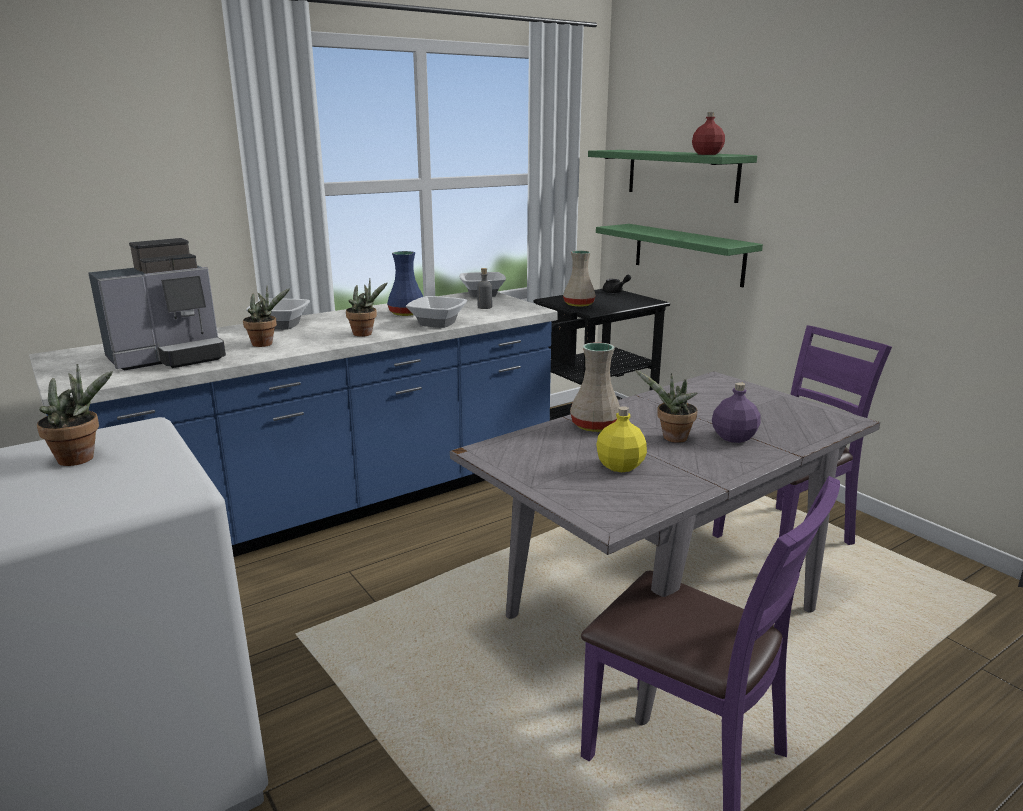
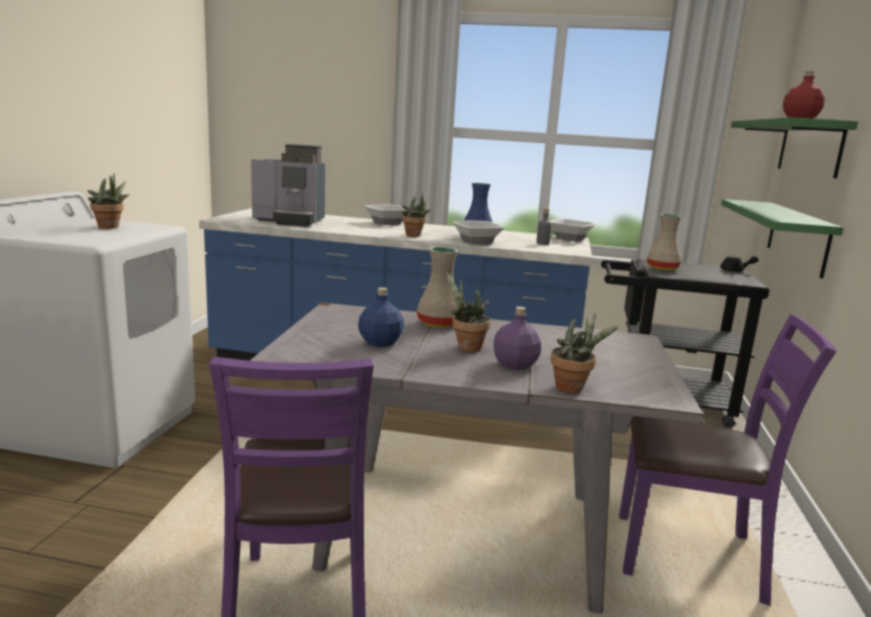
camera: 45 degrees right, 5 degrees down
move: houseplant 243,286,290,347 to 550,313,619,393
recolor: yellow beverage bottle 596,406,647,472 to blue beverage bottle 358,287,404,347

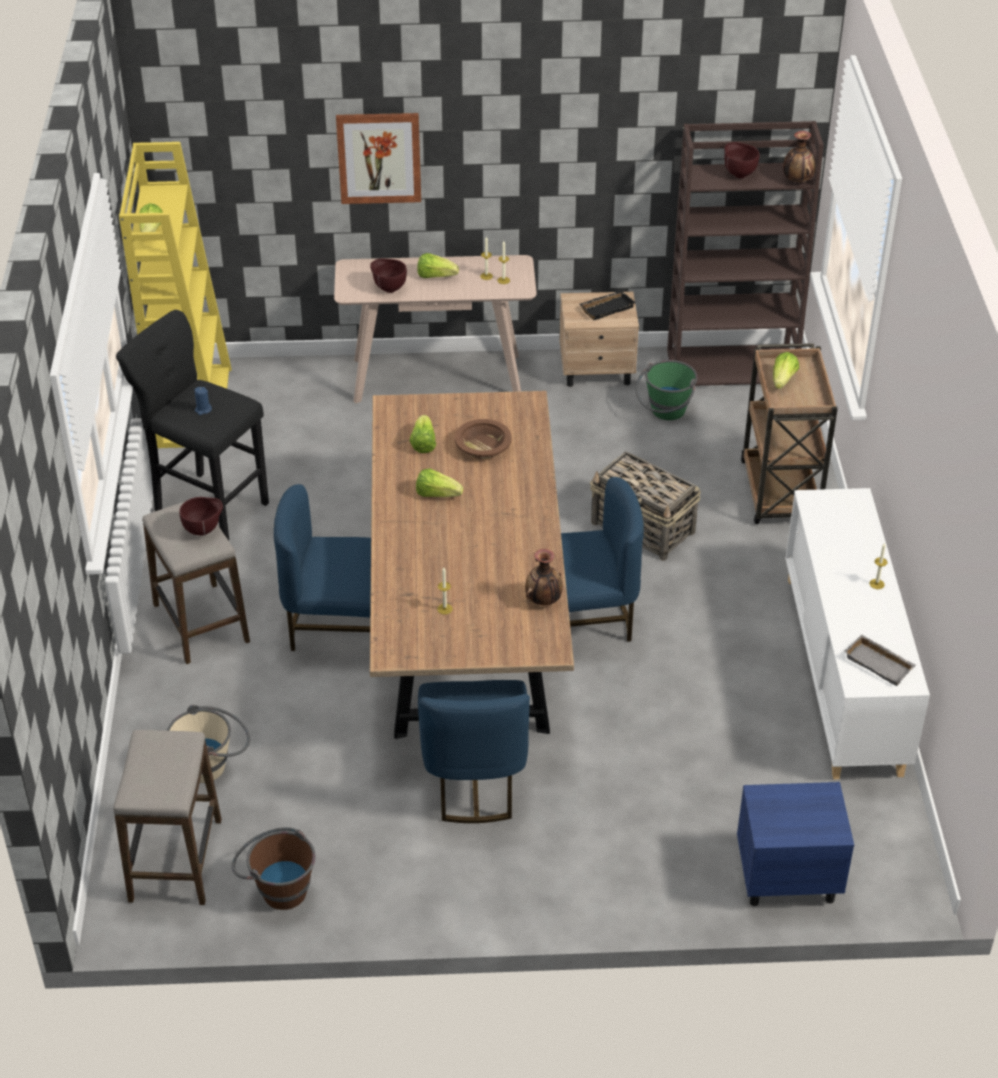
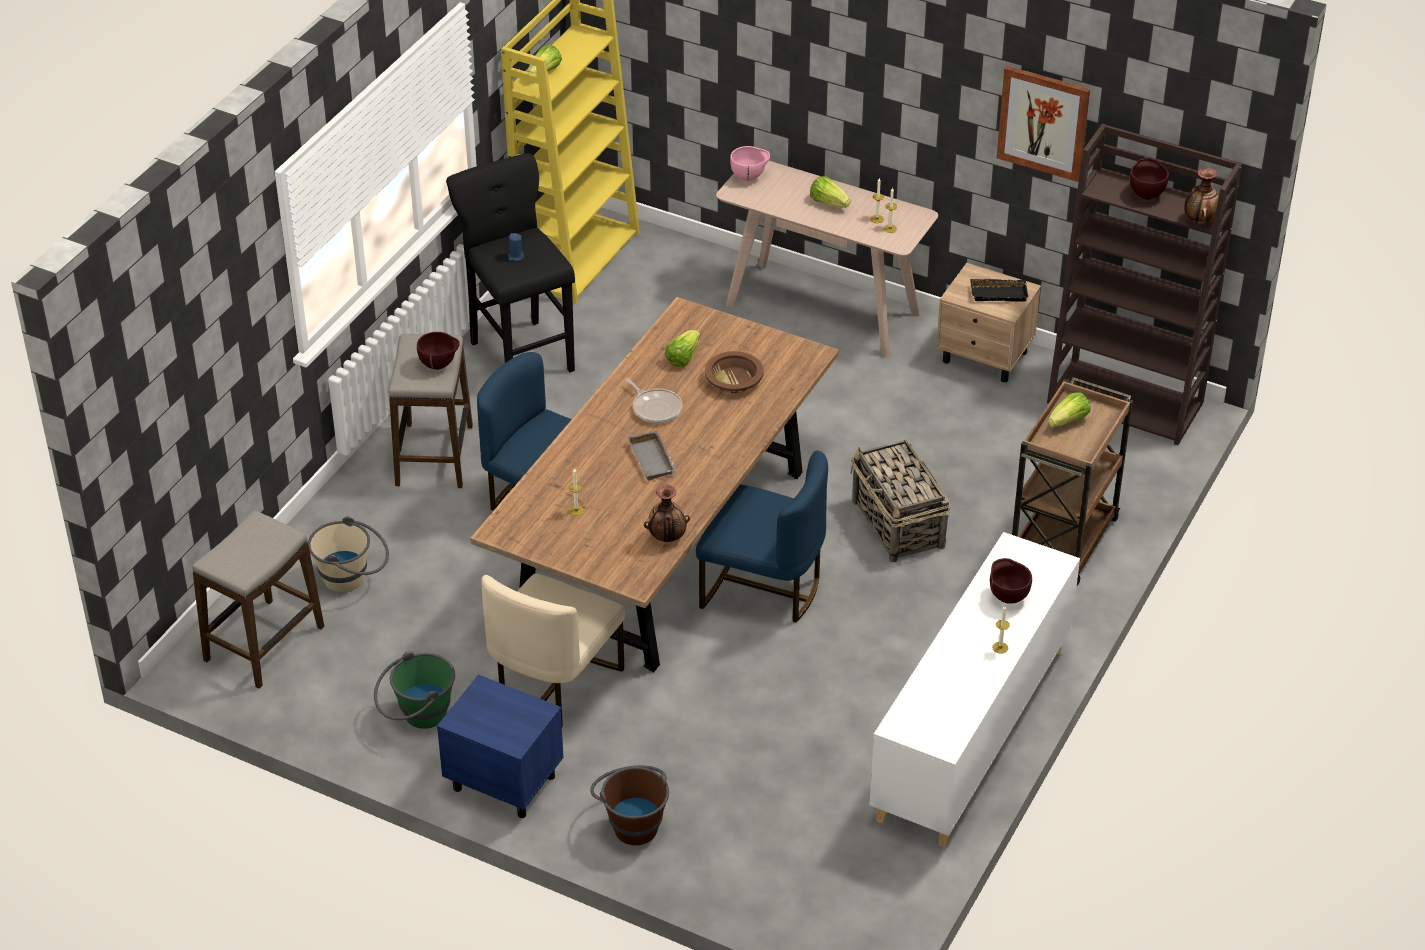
camera: 30 degrees right, 0 degrees up
insert: pink-coloured serving bowl 730,146,770,181
move: wall picture 336,113,421,204 to 997,66,1090,182; brownish serving bowl 370,259,407,293 to 990,558,1032,604; green-coloured water bucket 636,360,698,420 to 374,651,455,729; gray serving tray 844,634,916,686 to 627,431,677,481; blue nightstand 737,782,854,906 to 437,675,564,818; brownish water bucket 232,827,315,910 to 590,765,669,845
replace: lettuce 416,468,463,497 to frying pan 625,378,682,423
recolor: blue plain chair 418,680,530,823 to beige plain chair 481,574,625,727

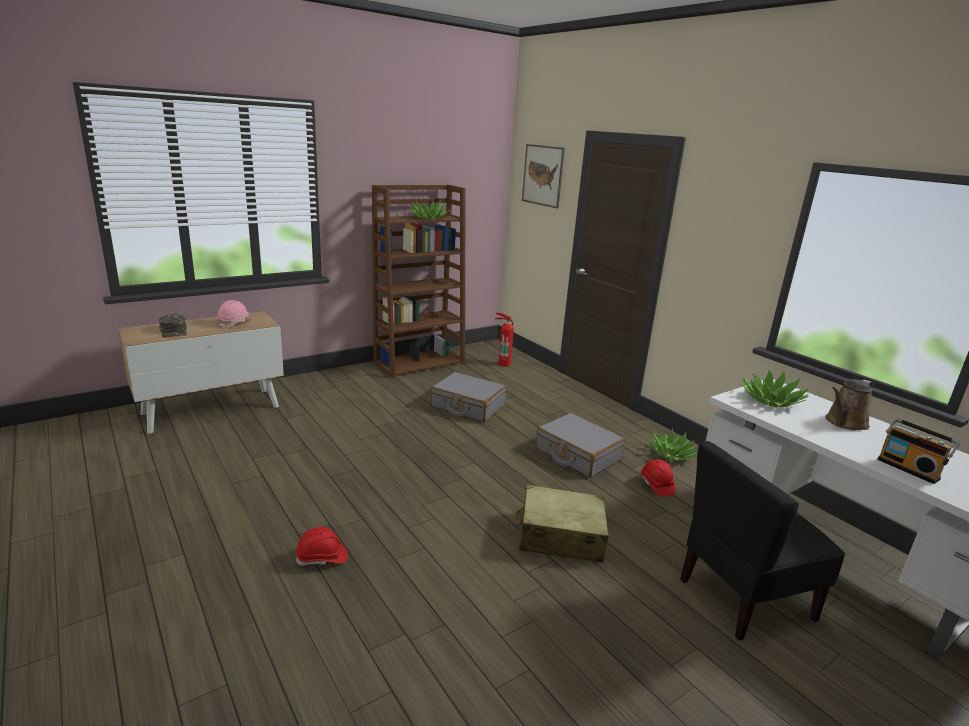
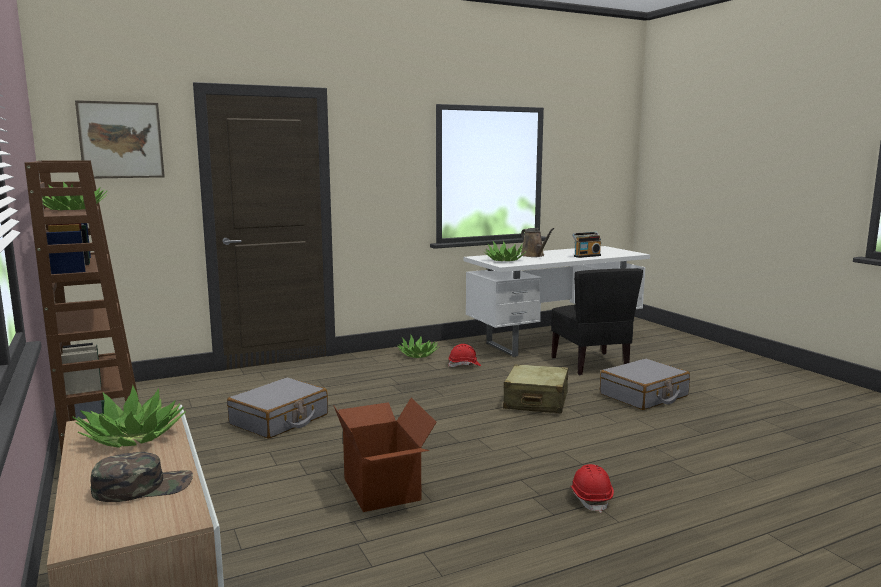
camera: 80 degrees left, 10 degrees down
delete: extinguisher 495,312,514,367
insert: cardboard box 333,397,437,512
move: gray travel case 536,413,625,478 to 600,359,690,410
replace: pink-coloured hard hat 217,300,253,328 to houseplant 72,385,186,448

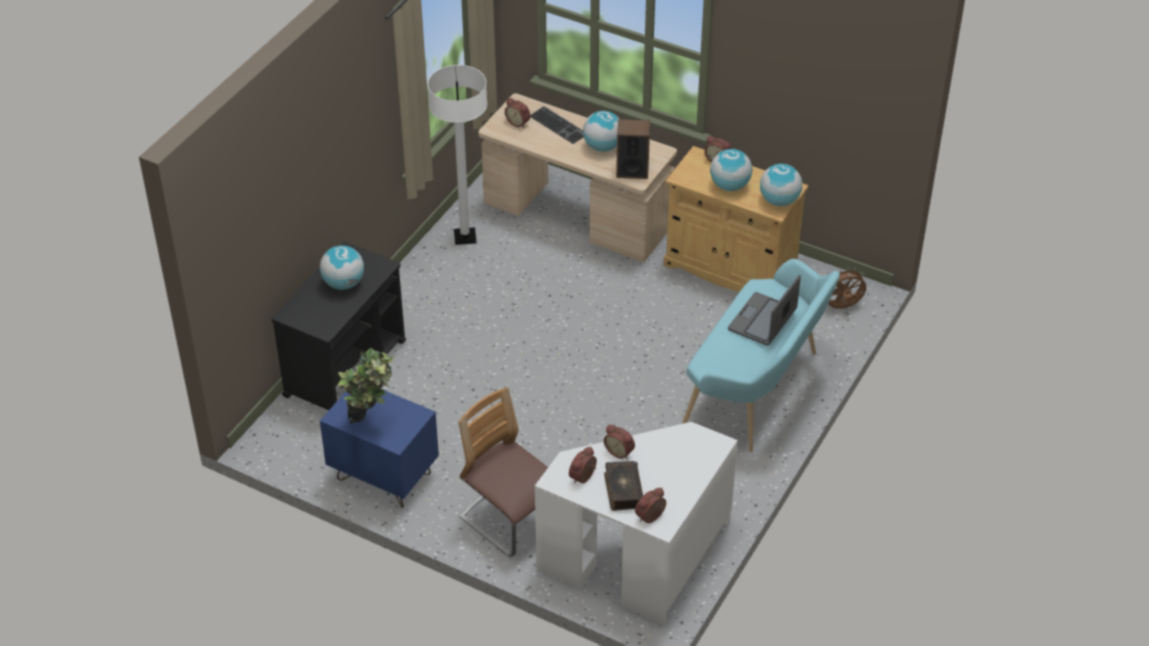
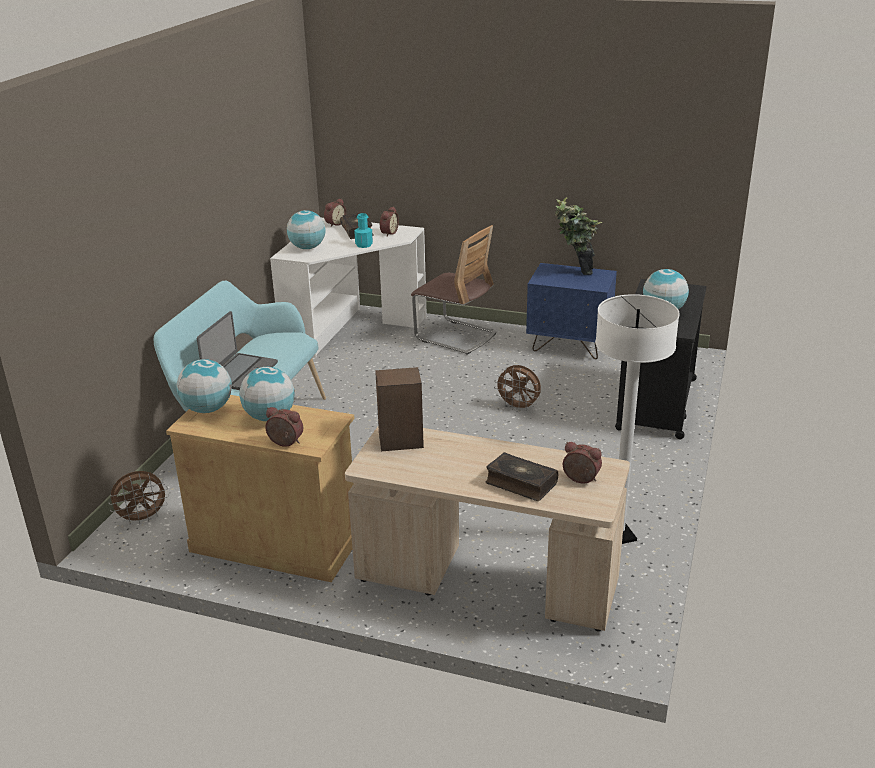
camera: 170 degrees right, 15 degrees down
insert: brownish cooling fan 494,365,541,411
move: world globe 583,111,619,152 to 287,210,325,249
replace: PC keyboard 530,106,583,144 to bound book 486,452,558,501; table clock 604,425,635,459 to turquoise beverage bottle 354,213,373,248

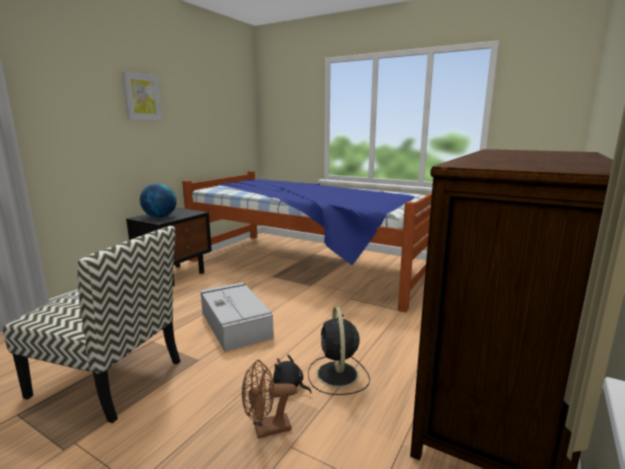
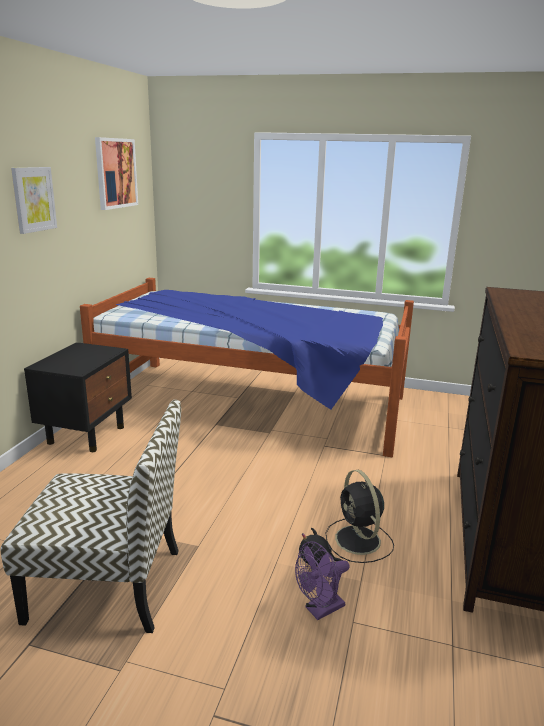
camera: 15 degrees left, 5 degrees up
delete: world globe 140,183,177,218; gray storage container 200,282,274,352
insert: wall picture 95,137,138,210
recolor: brownish cooling fan 242,359,296,439 to purple-coloured cooling fan 295,541,350,620

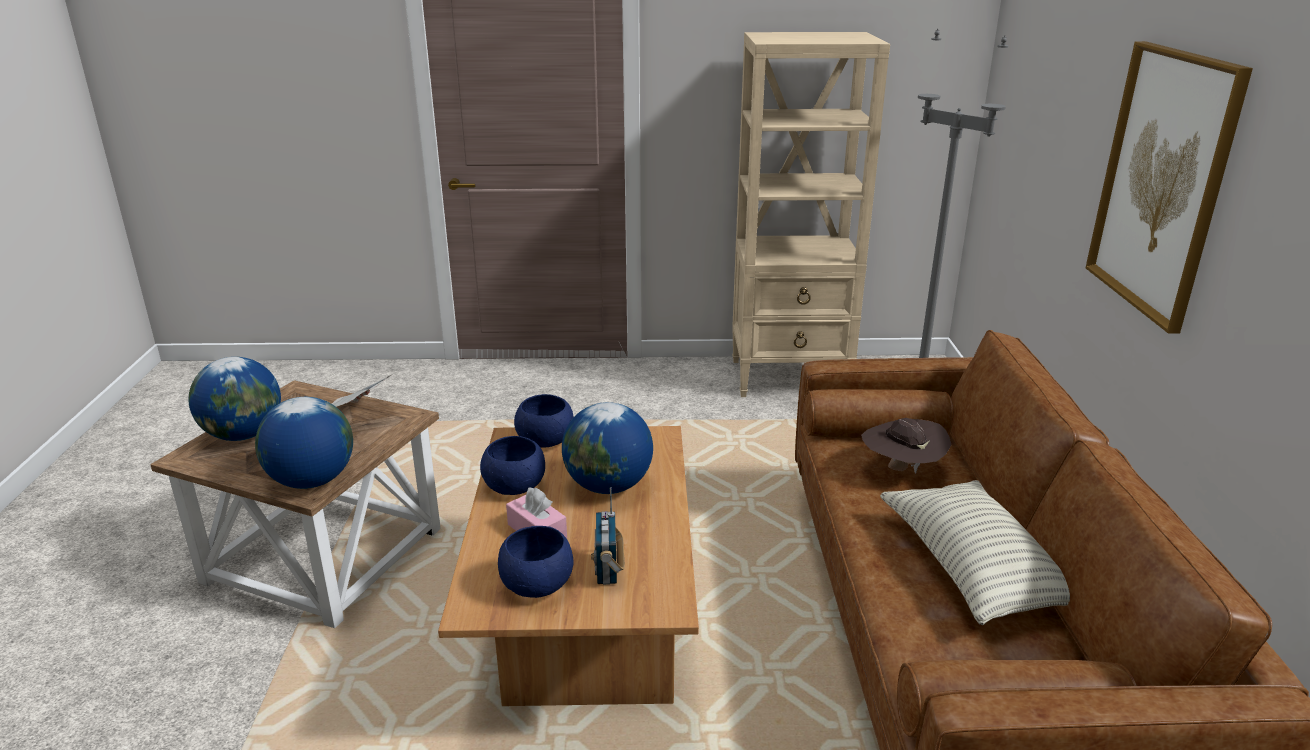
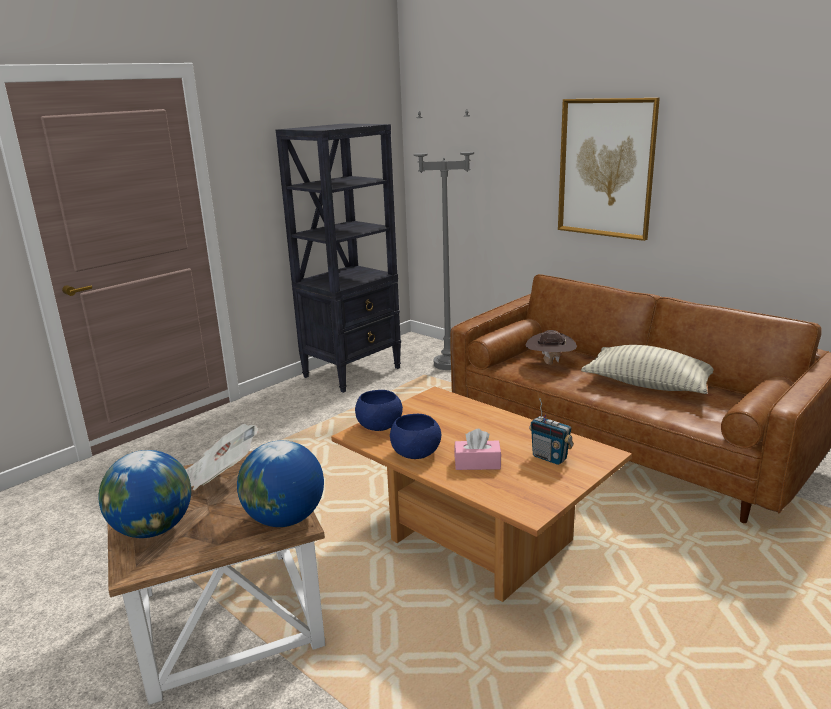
camera: 45 degrees left, 5 degrees down
delete: world globe 562,402,653,494; blue serving bowl 498,526,573,598
recolor: beige bookcase 732,32,890,397 to black bookcase 276,123,401,393

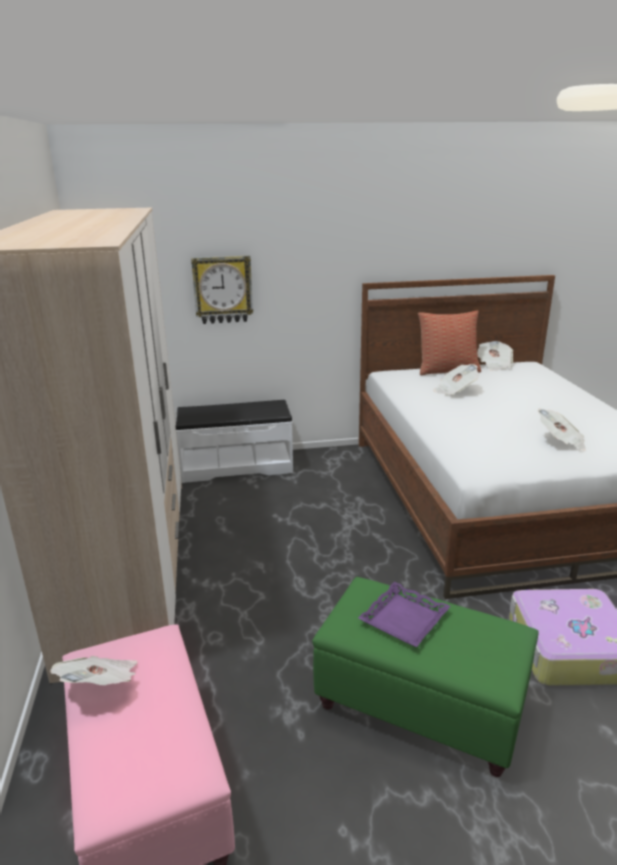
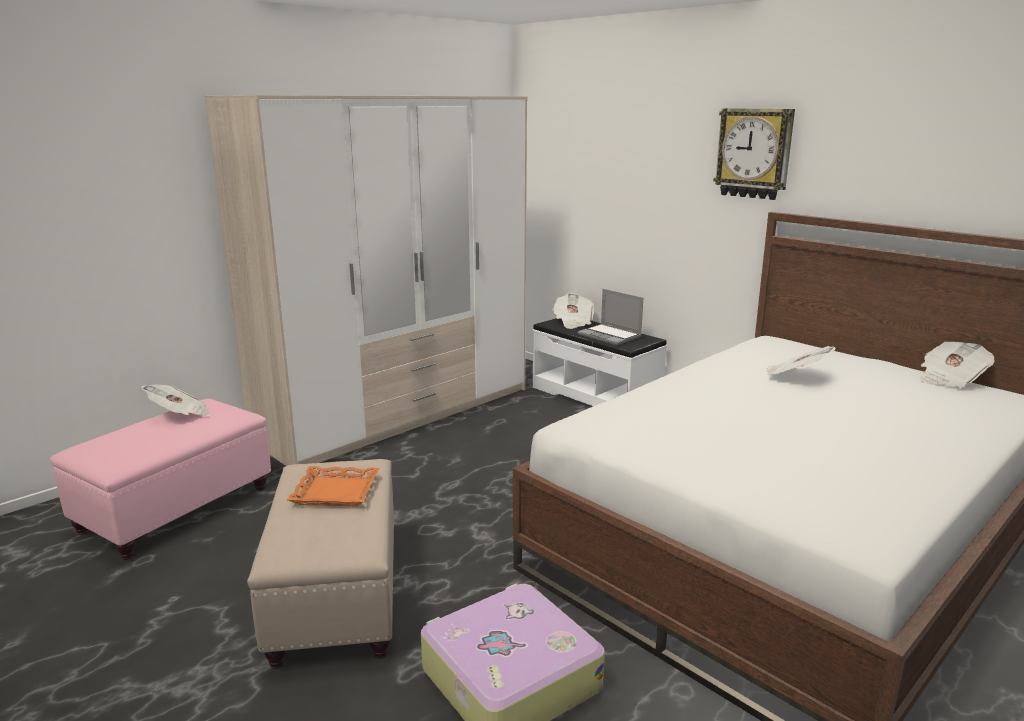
camera: 55 degrees right, 5 degrees down
delete: throw pillow 418,310,481,375
insert: laptop 578,289,643,345
move: hanging clock 191,256,253,324 to 713,108,795,200; daily paper 538,408,586,451 to 553,293,594,329
recolor: green-coloured pouffe 312,577,538,777 to beige pouffe 247,459,394,669; purple-coloured serving tray 358,582,451,647 to orange serving tray 287,466,379,506

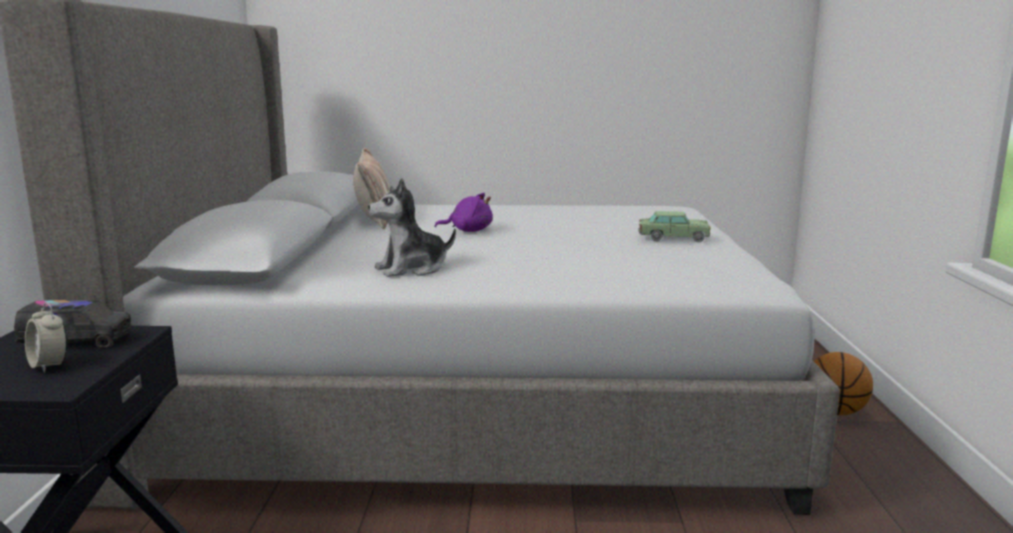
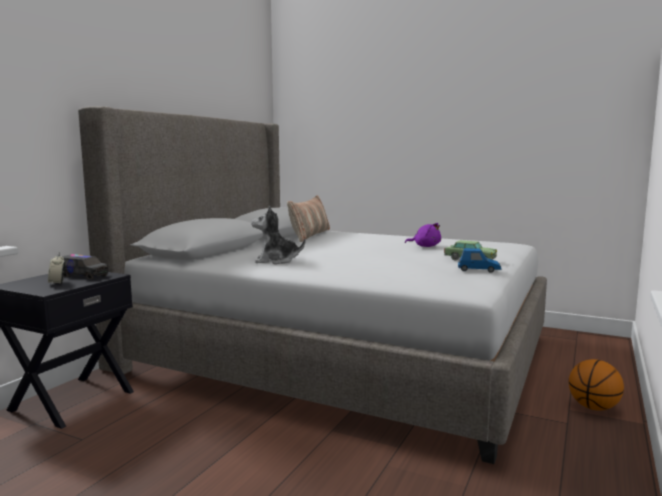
camera: 25 degrees right, 5 degrees down
insert: blue miniature car 458,248,502,273
move: purple-coloured soft toy 434,193,493,232 to 405,223,441,247

